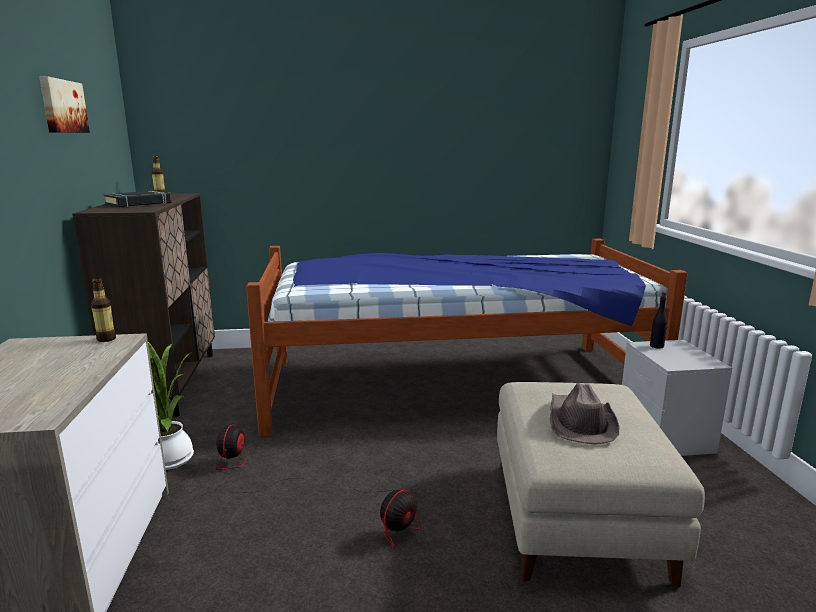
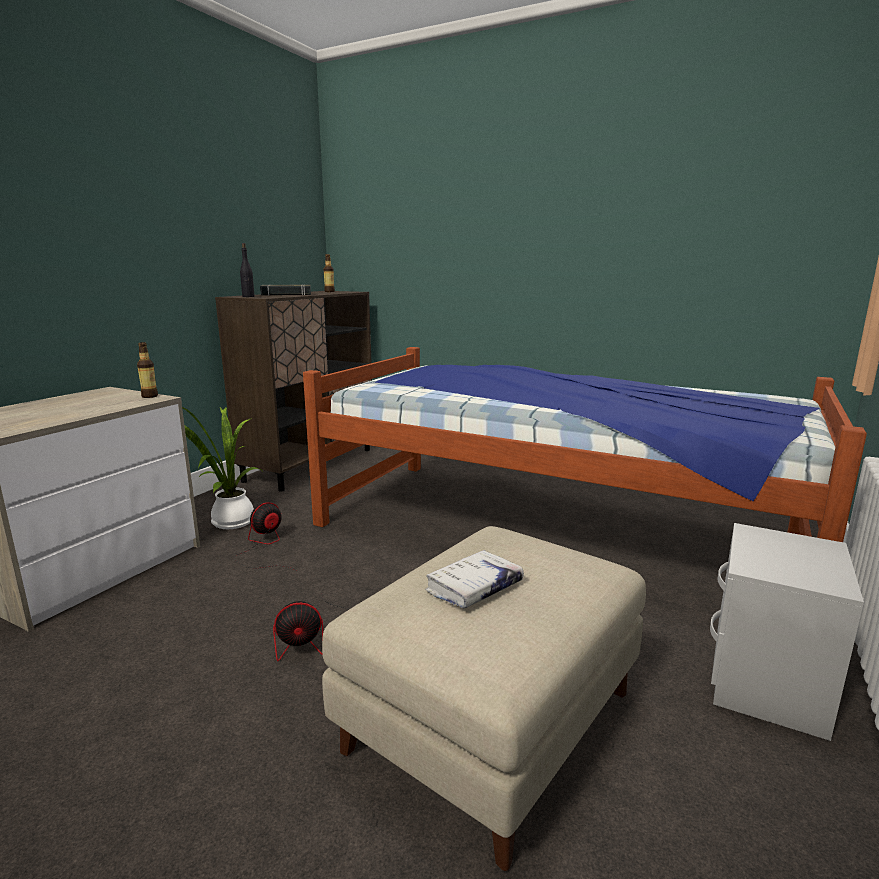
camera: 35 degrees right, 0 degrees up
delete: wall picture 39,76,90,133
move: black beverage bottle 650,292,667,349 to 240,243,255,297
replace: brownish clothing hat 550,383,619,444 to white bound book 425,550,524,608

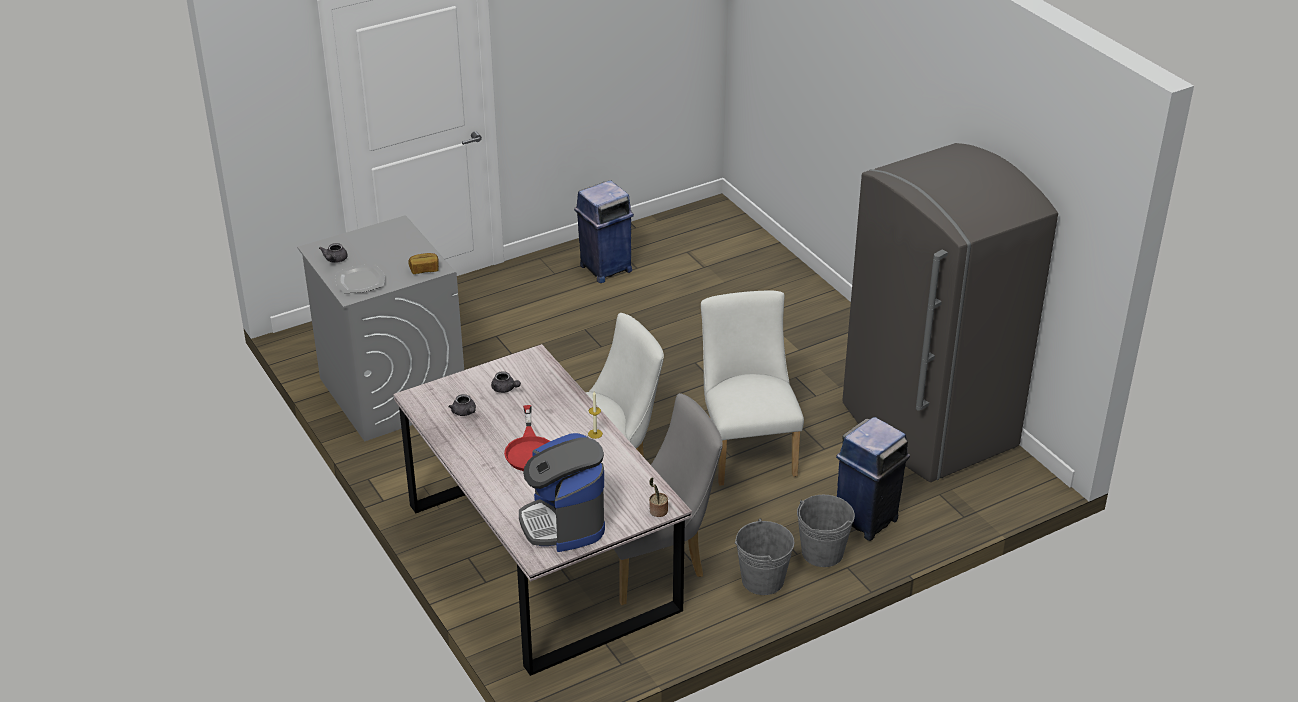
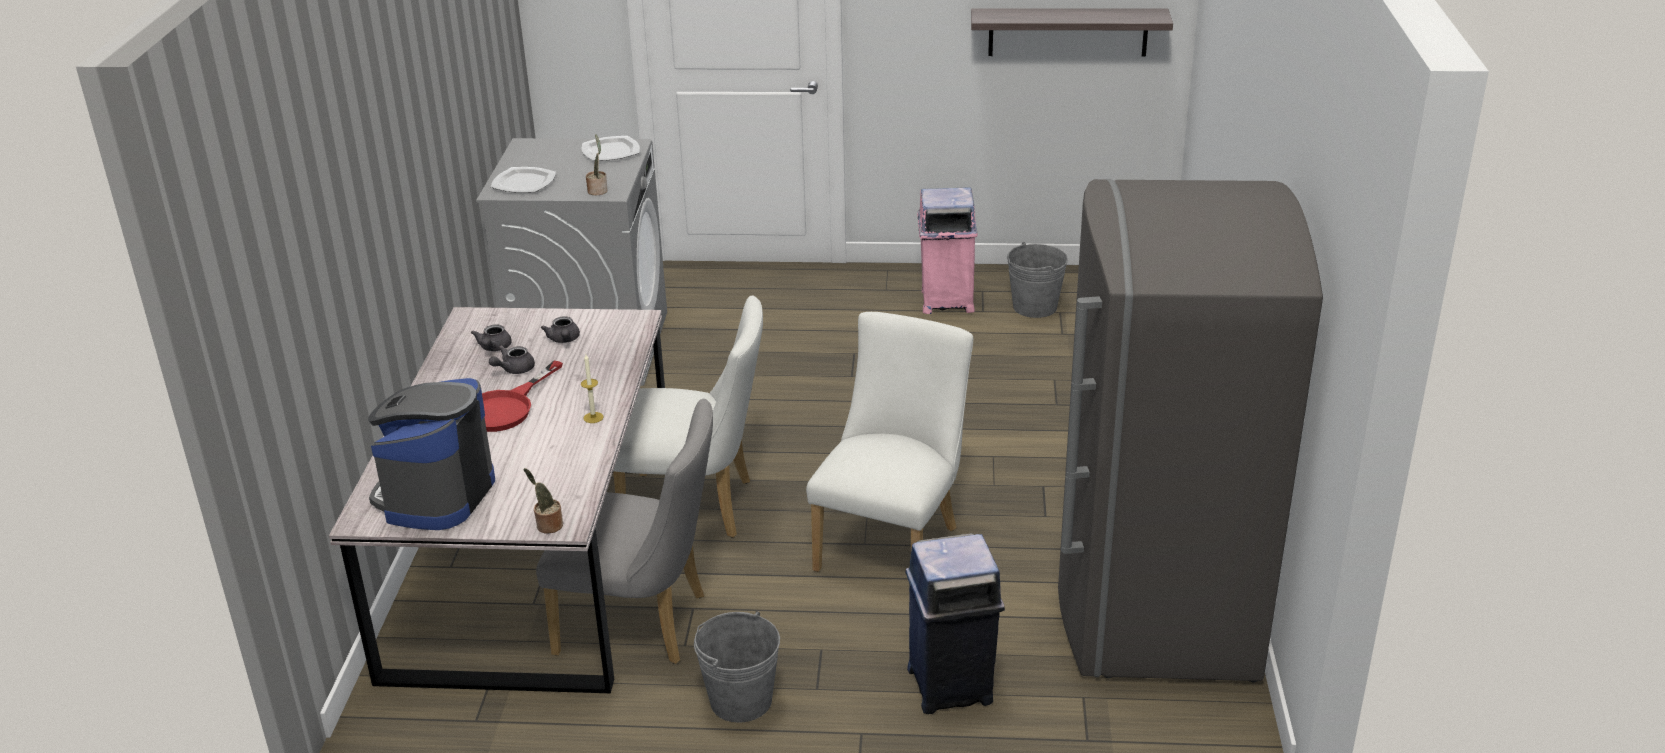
camera: 35 degrees right, 5 degrees down
insert: wall shelf 971,9,1173,57; plate 582,136,640,161
move: gray teapot 319,243,348,263 to 489,346,535,374; gray water bucket 797,495,855,567 to 1007,242,1068,318
replace: bread 408,253,439,274 to houseplant 586,135,608,195
recolor: blue trash can 574,180,634,283 to pink-coloured trash can 917,187,978,314

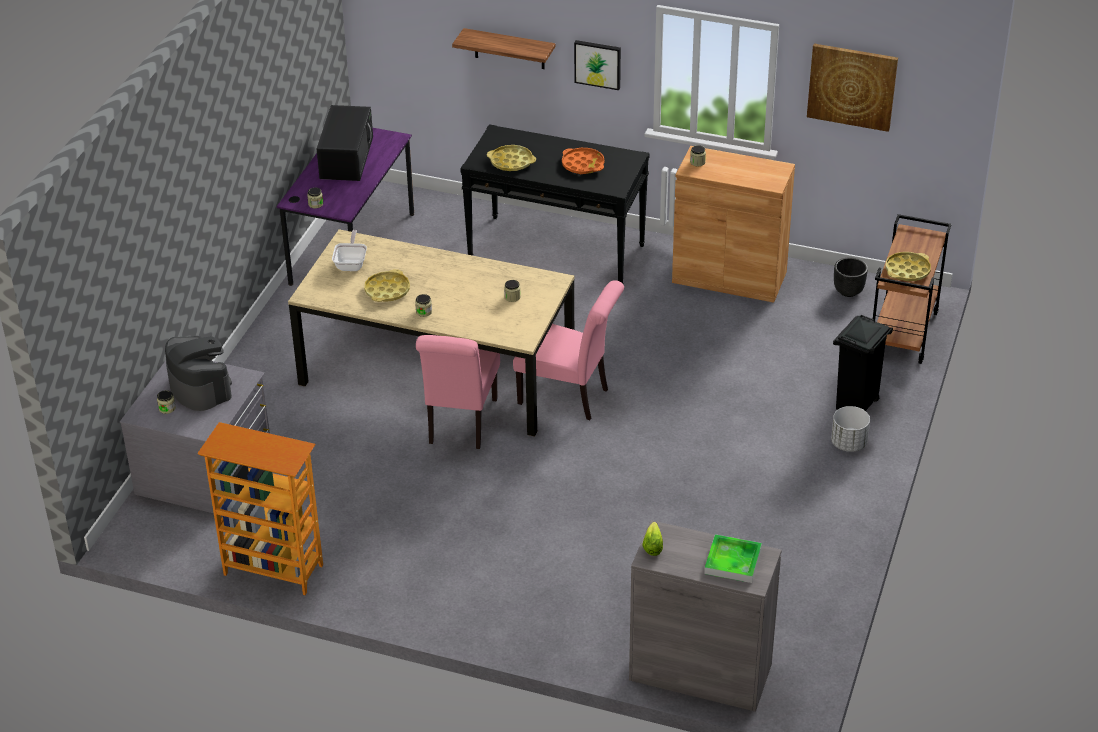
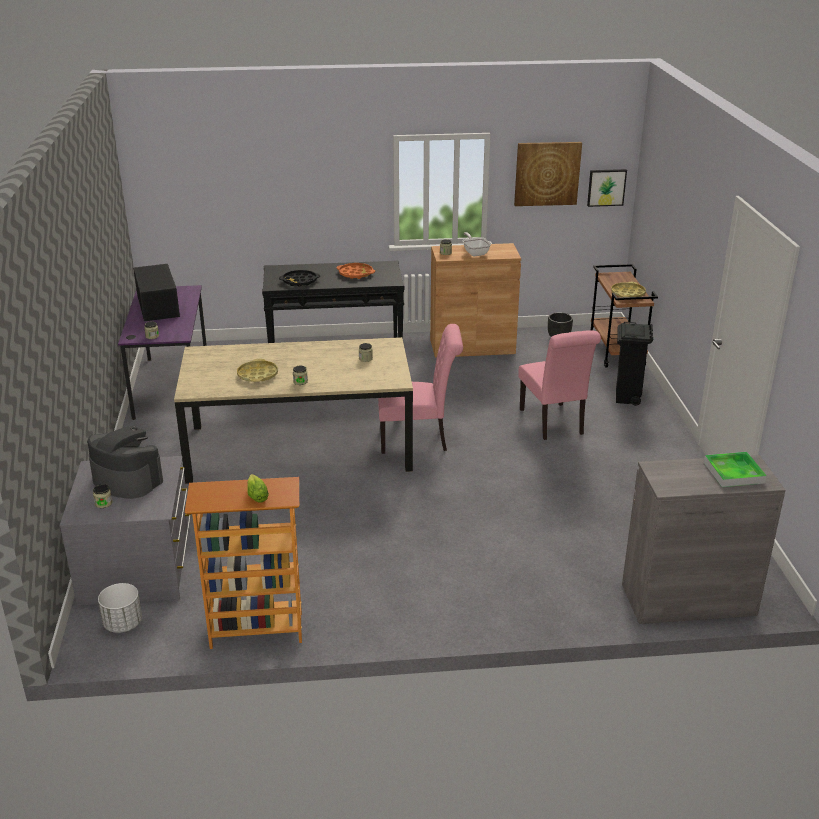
camera: 25 degrees left, 10 degrees down
delete: wall shelf 452,28,555,69
move: wall picture 574,40,621,90 to 587,169,627,207; frying pan 332,230,367,271 to 462,232,491,256; pink-coloured plain chair 416,335,500,449 to 518,330,601,440; white planter 831,406,870,452 to 98,583,142,633; lettuce 642,522,663,556 to 247,474,269,503
recolor: yellow serving tray 487,145,536,171 to black serving tray 279,270,320,287

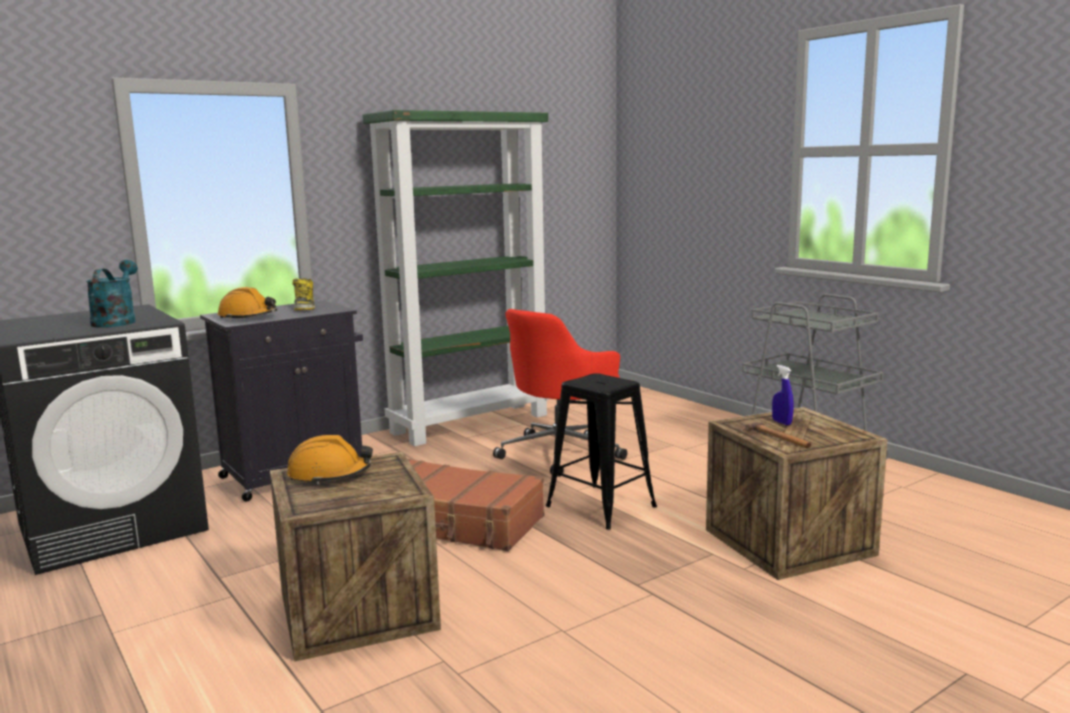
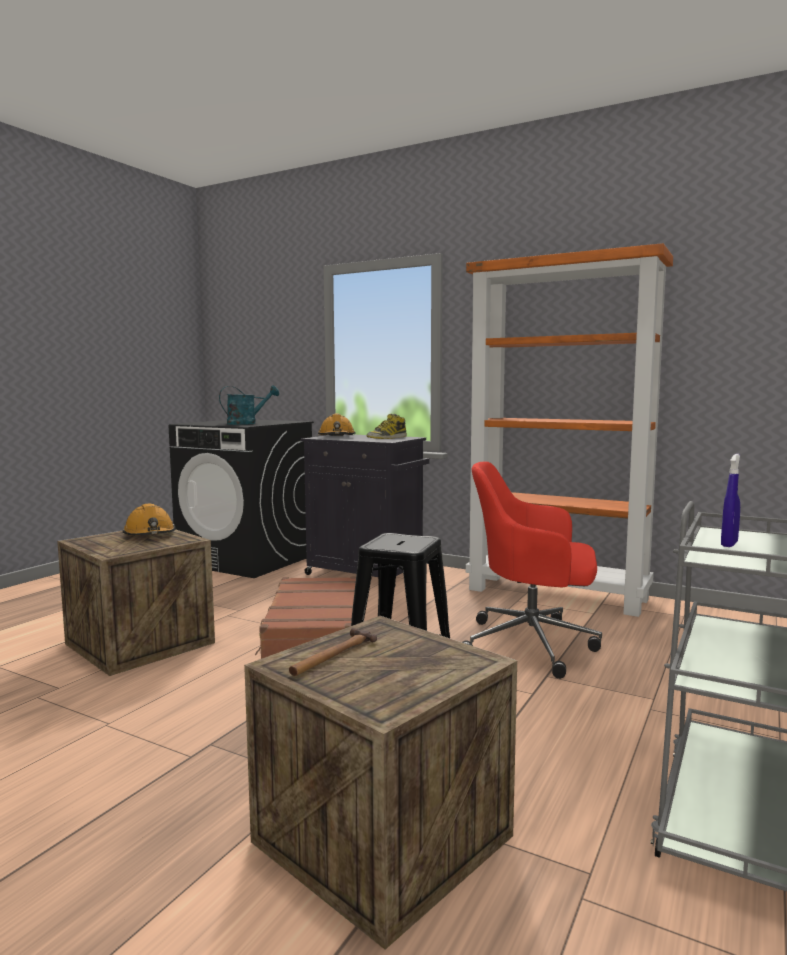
camera: 65 degrees right, 5 degrees down
move: blue spray bottle 772,365,793,425 to 721,454,740,547
recolor: green-coloured bookcase 362,110,549,446 to orange bookcase 466,243,673,617

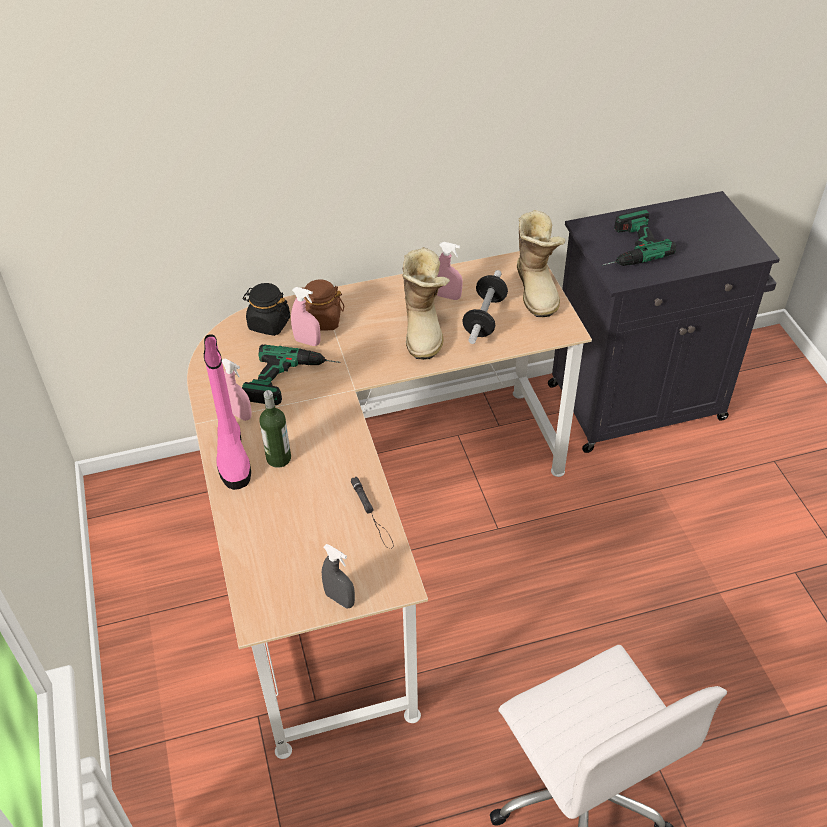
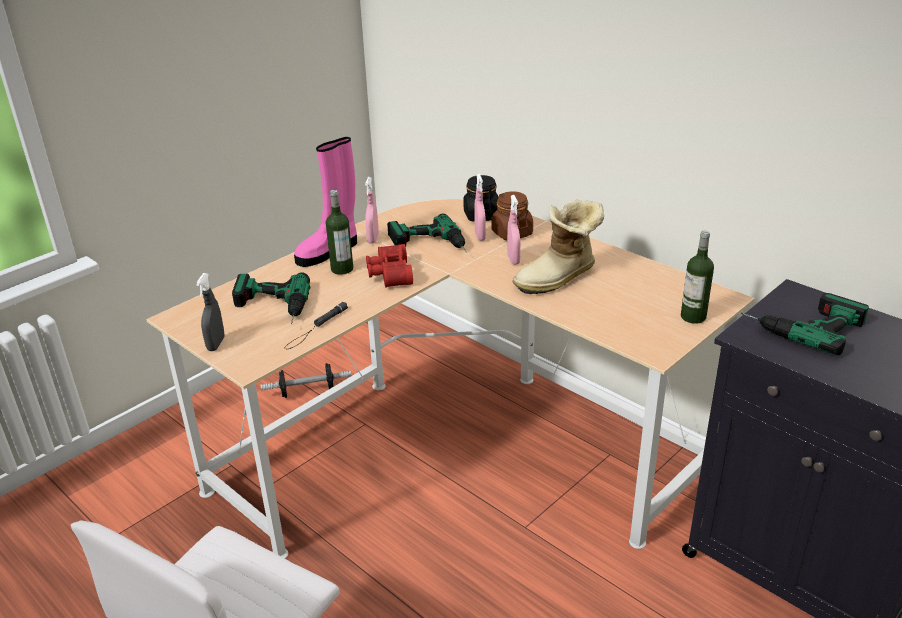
camera: 60 degrees right, 15 degrees down
insert: red-coloured field glasses 366,244,413,288; electric drill 232,272,310,324
move: pink-coloured spray bottle 437,242,463,300 to 507,195,521,265; hand weight 462,270,508,344 to 261,363,351,398
replace: boot 517,210,565,317 to beverage bottle 681,230,714,324

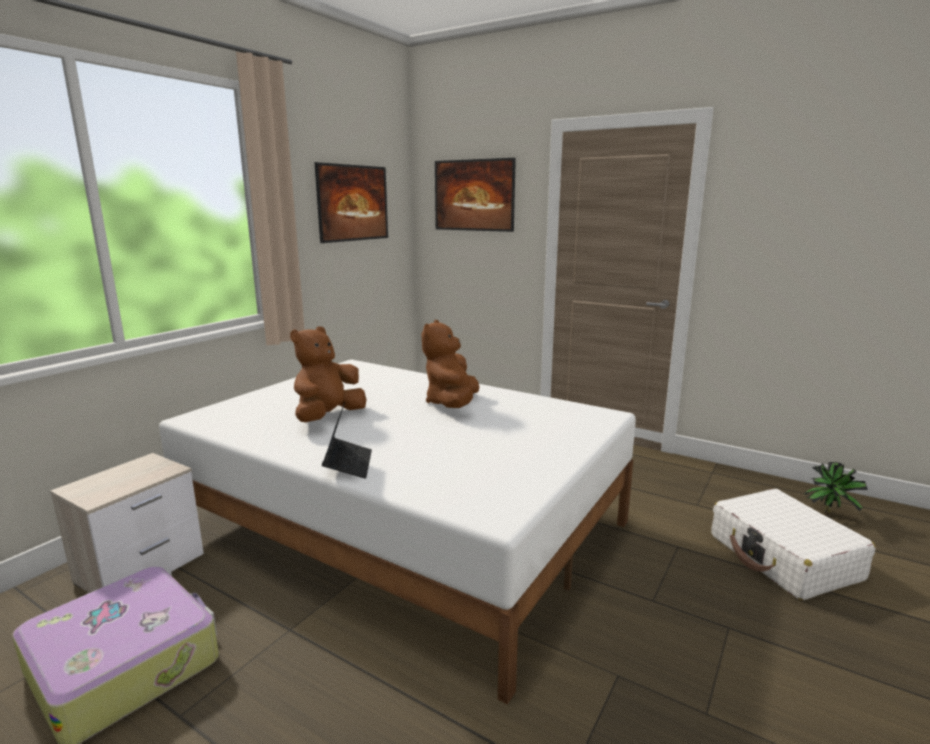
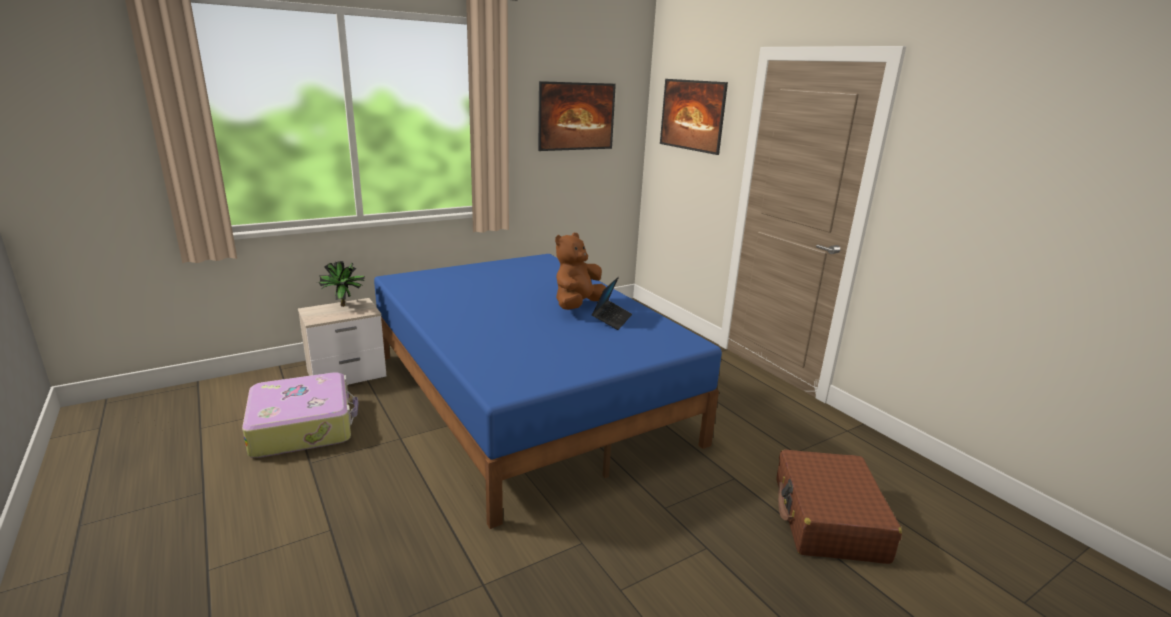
camera: 25 degrees right, 5 degrees up
delete: brownish soft toy 290,326,366,422
move: laptop 322,402,372,479 to 592,277,632,330; houseplant 805,462,868,516 to 318,261,365,307
recolor: white bedroom bed 159,359,636,704 to blue bedroom bed 374,254,722,529; white travel case 711,489,876,600 to brownish travel case 777,449,902,564

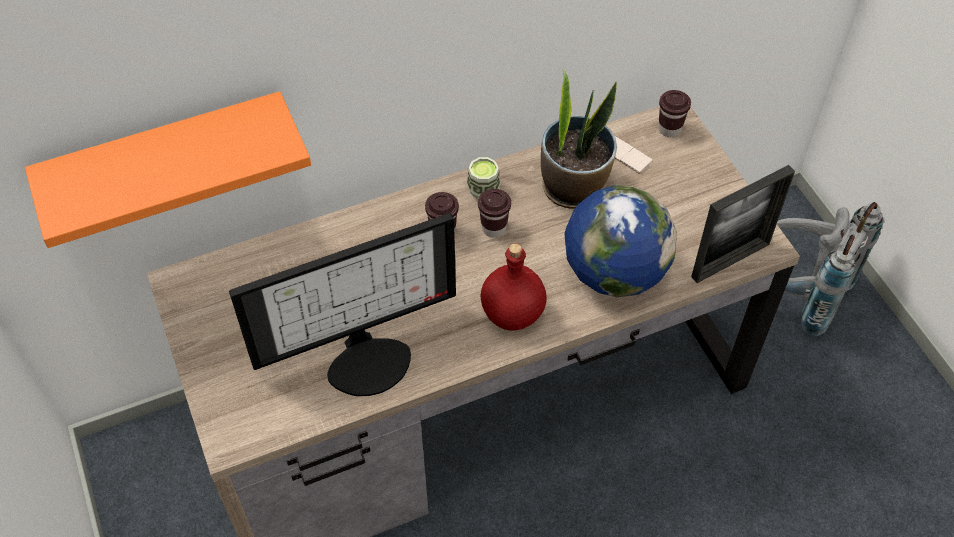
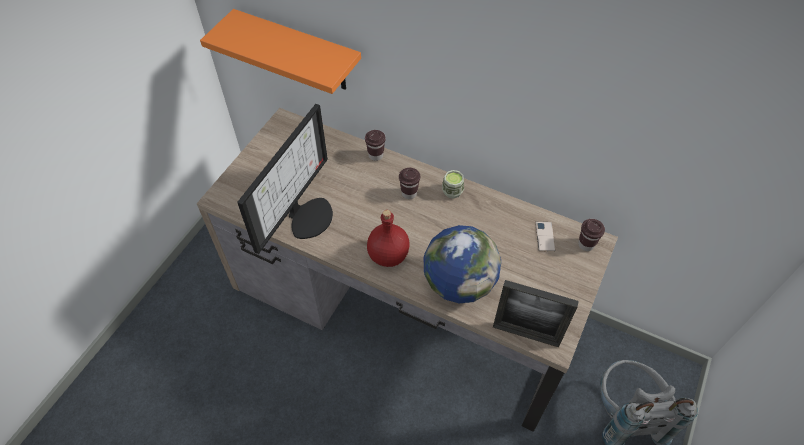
camera: 50 degrees right, 0 degrees up
delete: houseplant 541,69,617,209
move: brownish small cup 478,189,511,238 to 365,130,386,161
rotate: computer display 229,213,456,396 = 237,104,333,254 90 degrees counterclockwise

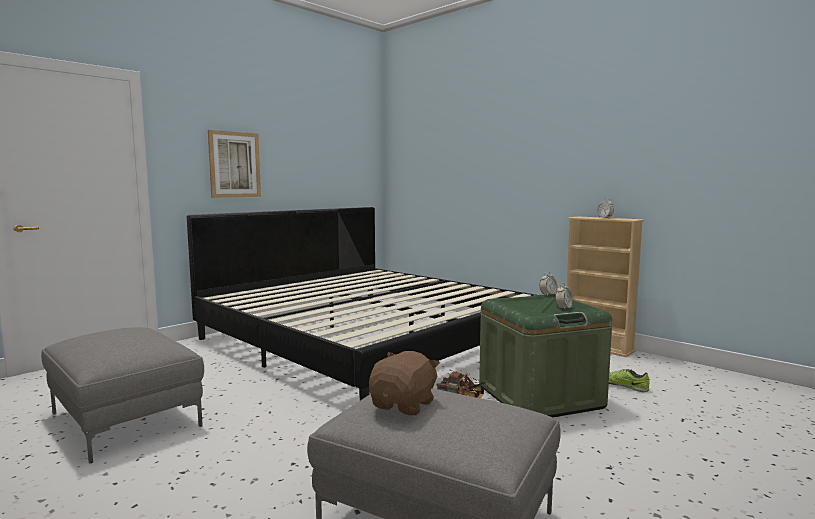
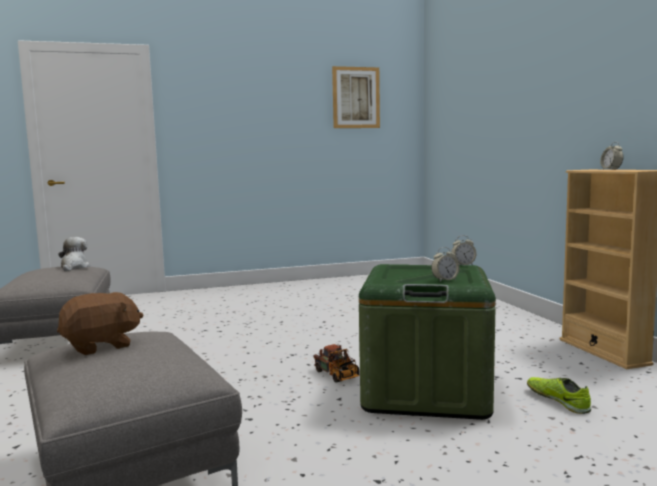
camera: 30 degrees right, 0 degrees up
delete: bedroom bed 187,207,536,400
insert: soft toy 58,237,90,271
move: wall picture 208,130,261,198 to 332,66,380,128

